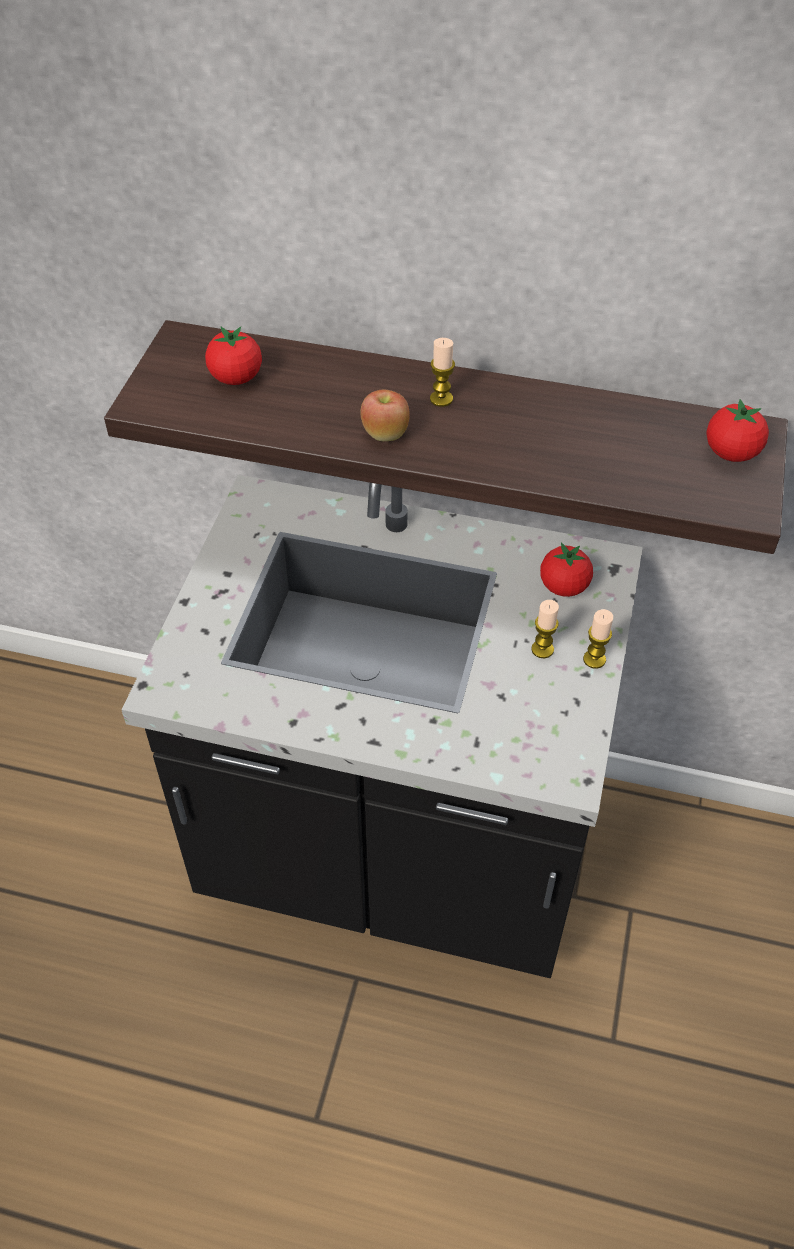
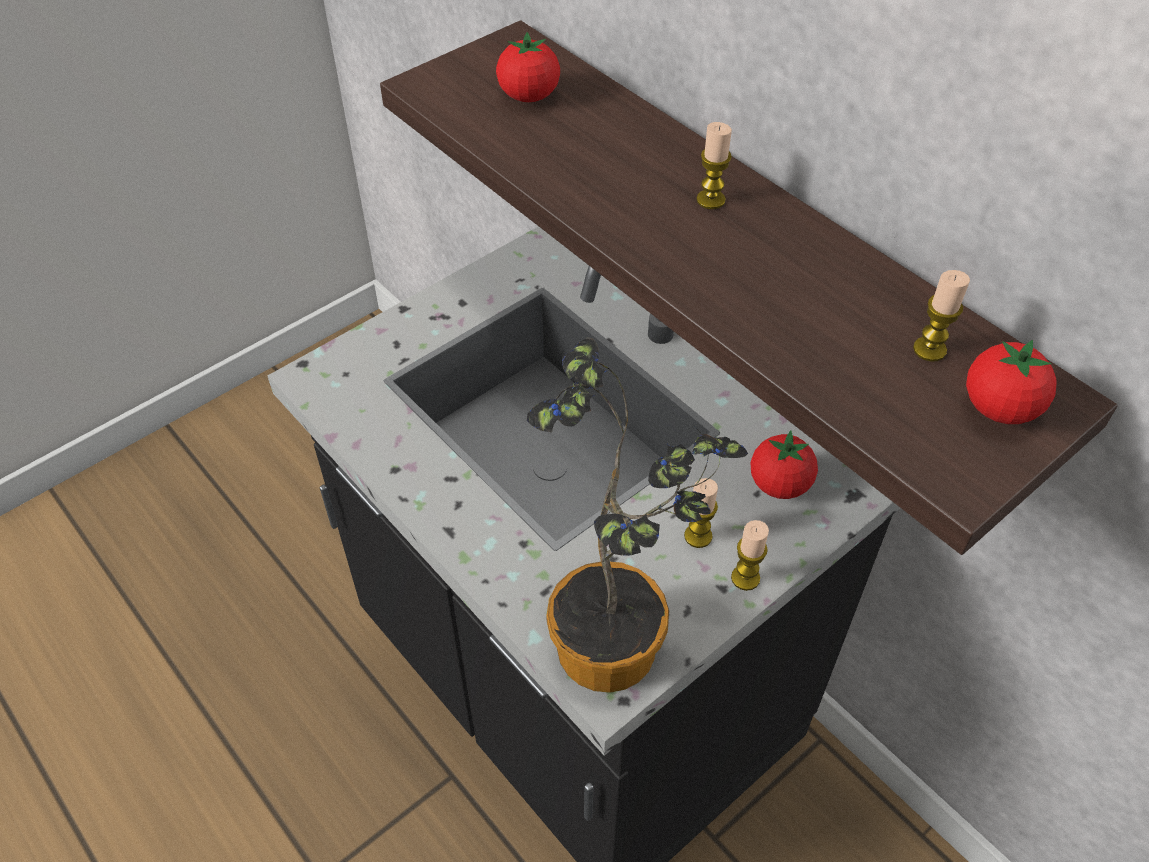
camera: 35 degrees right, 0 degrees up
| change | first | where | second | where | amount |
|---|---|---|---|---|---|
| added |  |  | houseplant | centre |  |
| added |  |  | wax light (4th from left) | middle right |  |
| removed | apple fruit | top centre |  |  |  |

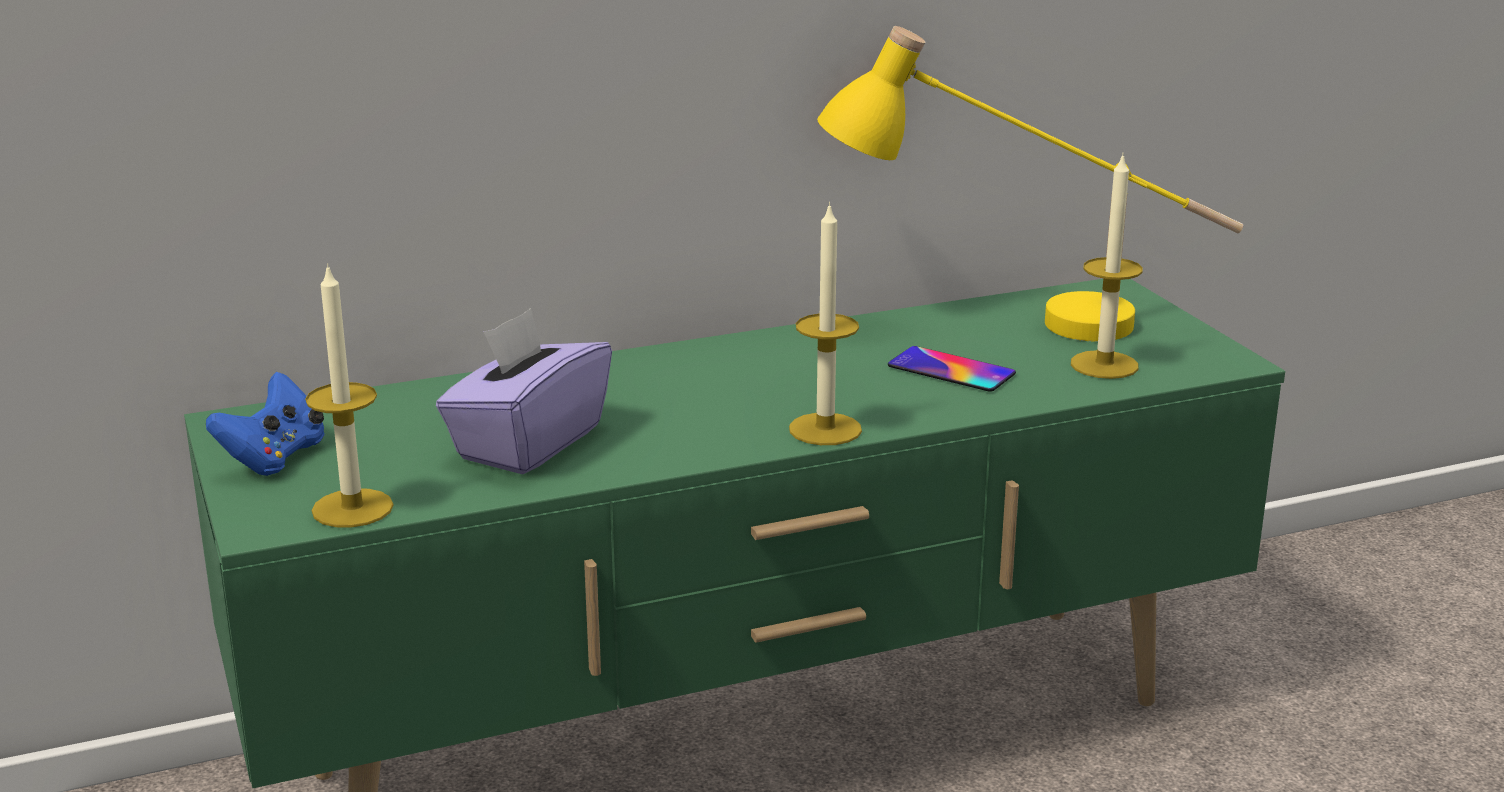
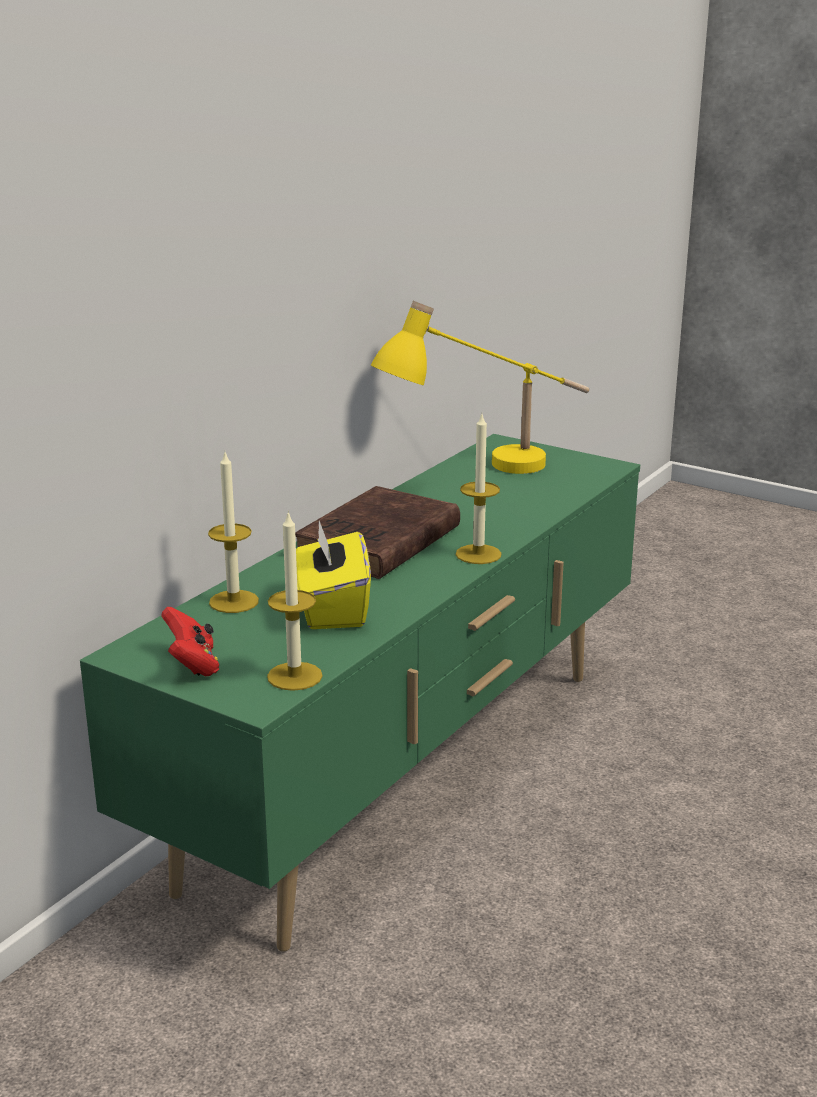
camera: 35 degrees left, 0 degrees up
| change | first | where | second | where | amount |
|---|---|---|---|---|---|
| recoloured | joypad (blue) | middle left | joypad (red) | middle left |  |
| moved | wax light (3rd from left in the first image) | middle right | wax light (1st from left) | middle left |  |
| added |  |  | bound book (brown-coloured) | centre |  |
| recoloured | box of tissues (purplish) | centre | box of tissues (yellow) | centre |  |
| removed | handset | centre |  |  |  |

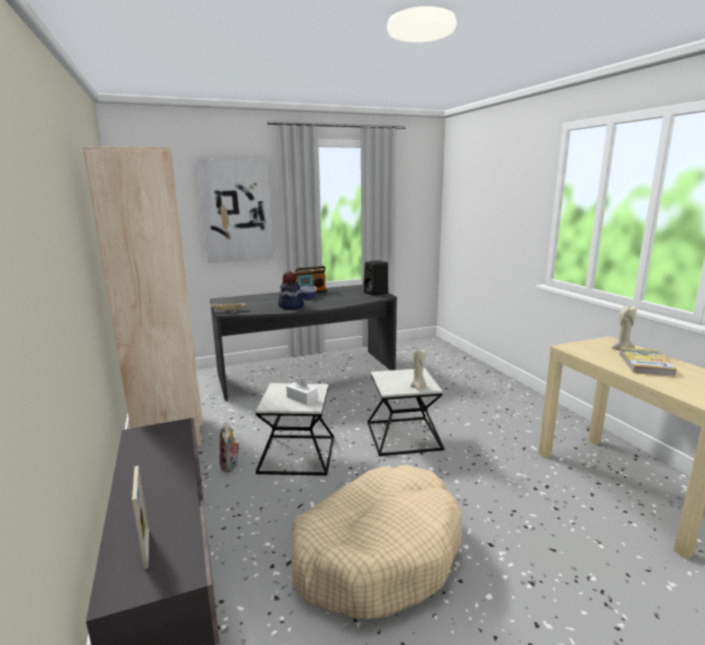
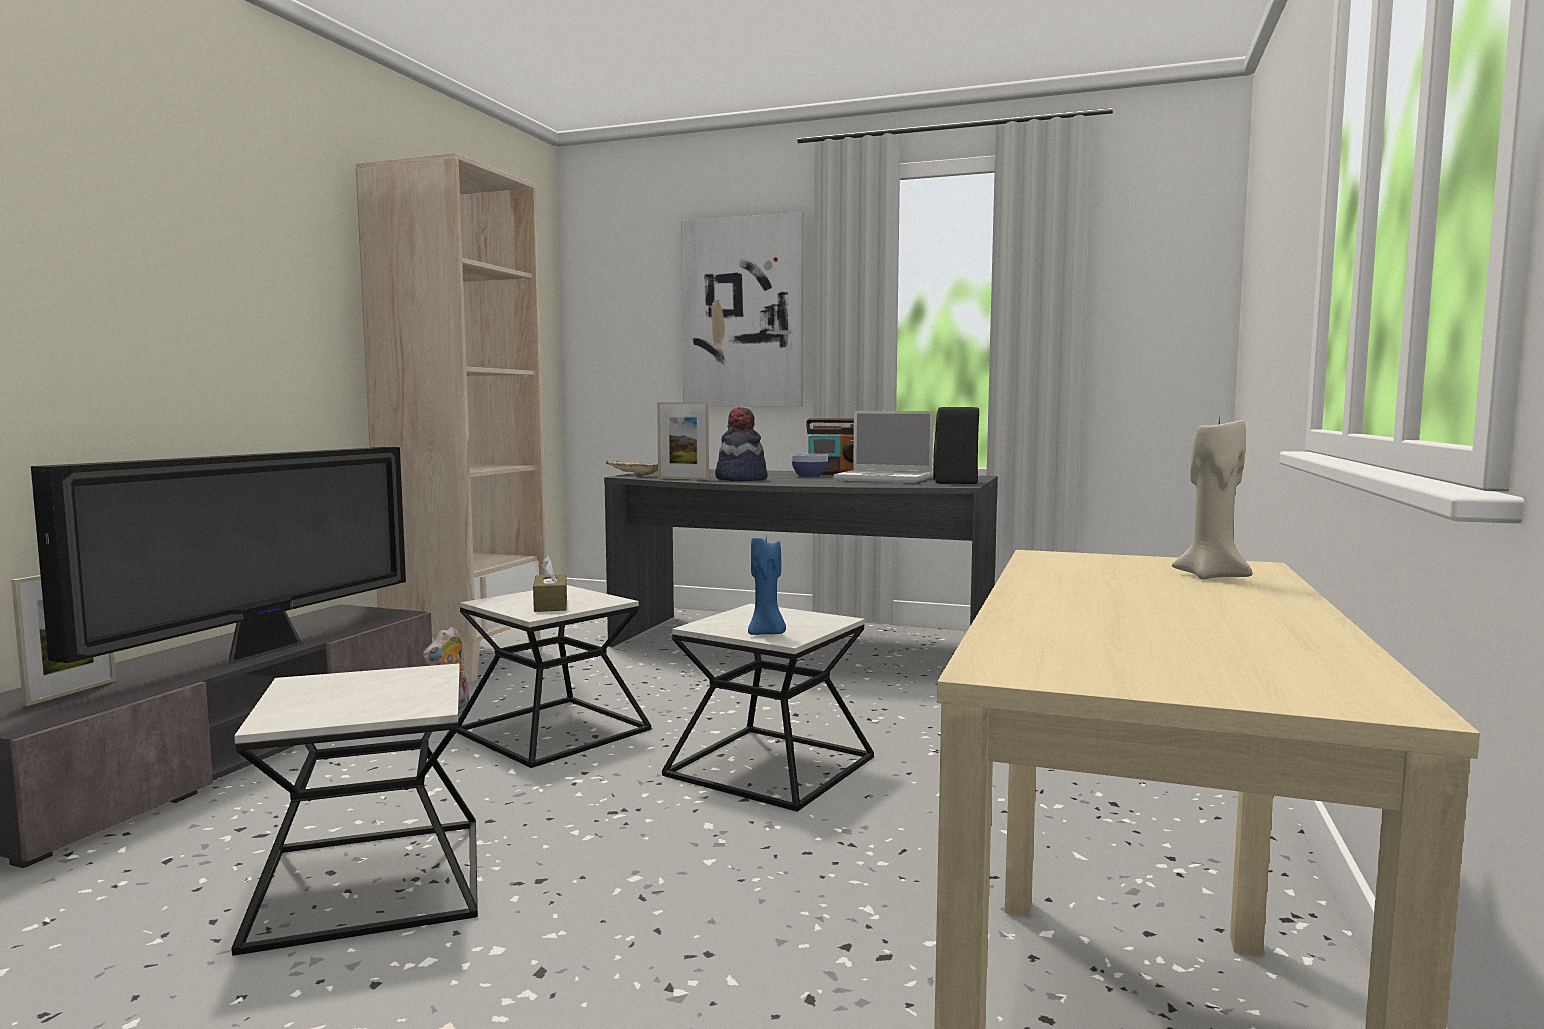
camera: 40 degrees right, 10 degrees down
| change | first | where | second | where | amount |
|---|---|---|---|---|---|
| added |  |  | TV | middle left |  |
| replaced | pet bed (beige-coloured) | bottom centre | side table (1st from left) | bottom left |  |
| recoloured | box of tissues (white) | centre | box of tissues (brown-coloured) | centre |  |
| added |  |  | picture frame (2nd from left) | centre |  |
| recoloured | wax light (beige-coloured) (1st from left) | centre | wax light (blue) | centre |  |
| added |  |  | portable computer | centre |  |
| removed | bound book | middle right |  |  |  |

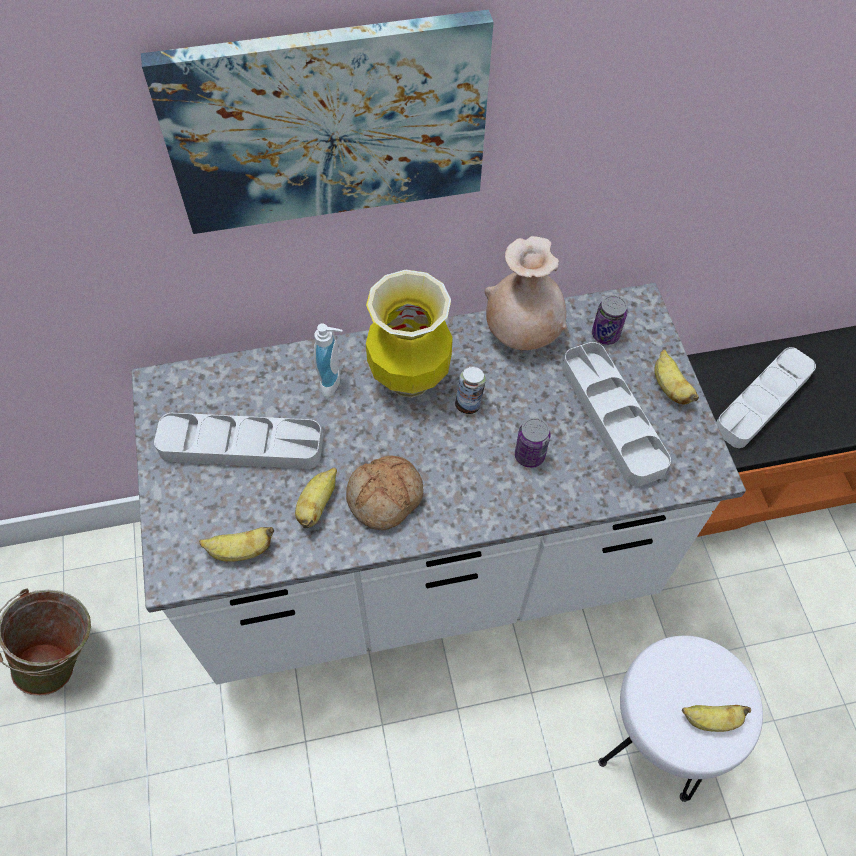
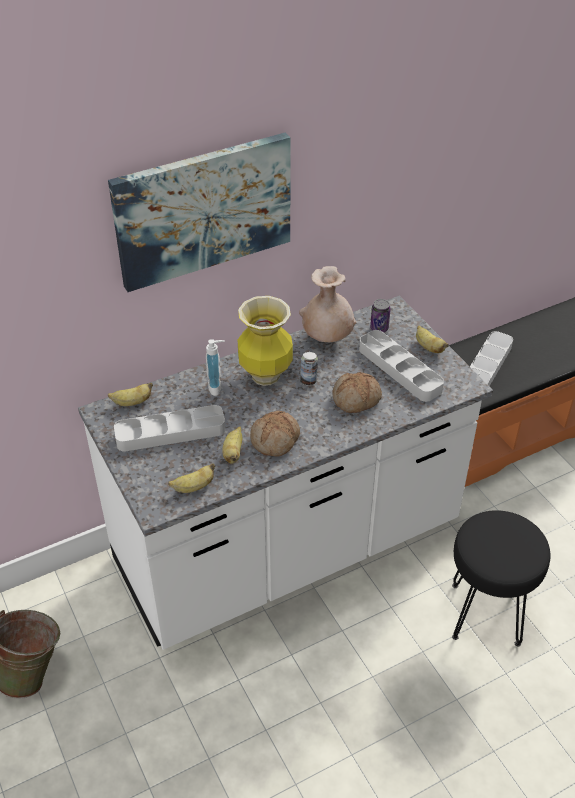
camera: 15 degrees left, 15 degrees down
| change | first | where | second | where | amount |
|---|---|---|---|---|---|
| moved | banana (4th from left in the first image) | bottom right | banana (1st from left) | middle left |  |
| replaced | can (2nd from left) | centre | baked bread (2nd from left) | centre |  |
| recoloured | sitting stool (white) | bottom right | sitting stool (blackish) | bottom right |  |

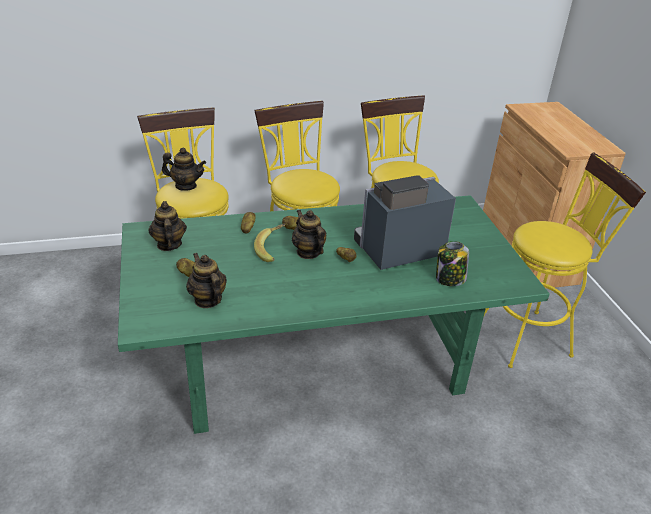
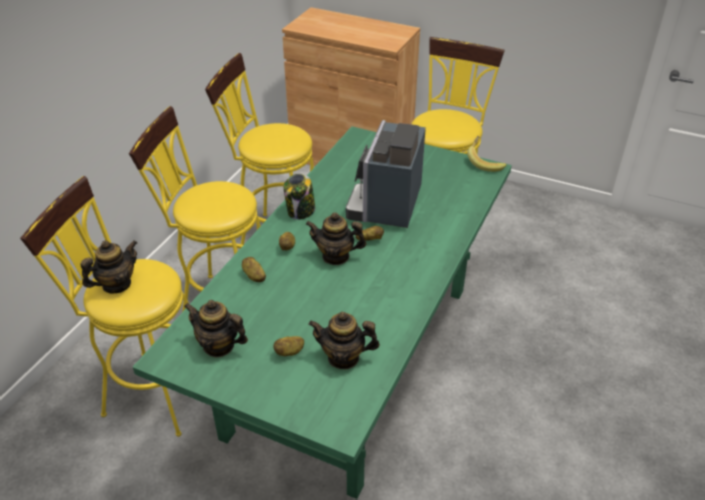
camera: 50 degrees left, 5 degrees up
| change | first | where | second | where | amount |
|---|---|---|---|---|---|
| moved | storage jar | middle right |  | centre |  |
| moved | banana | centre |  | top right |  |

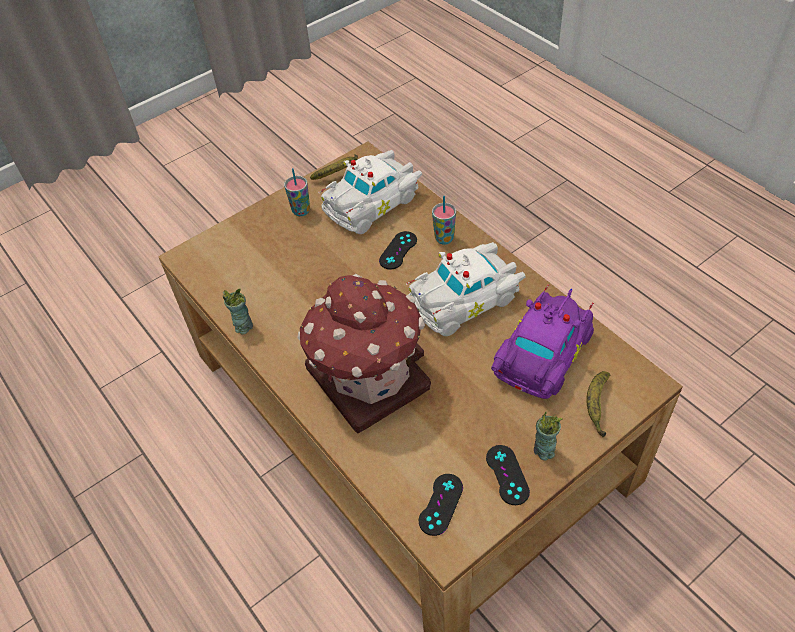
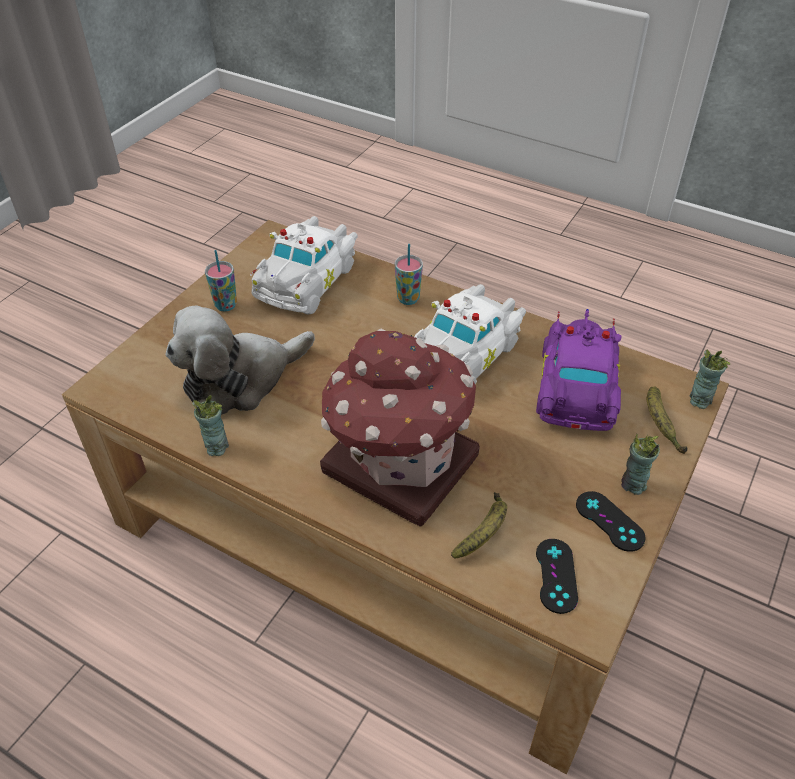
camera: 25 degrees left, 5 degrees down
| change | first | where | second | where | amount |
|---|---|---|---|---|---|
| added |  |  | cuddly toy | middle left |  |
| moved | banana (1st from left) | top centre |  | bottom centre |  |
| added |  |  | cup (5th from left) | middle right |  |
| removed | joypad (blackish) (1st from left) | centre |  |  |  |

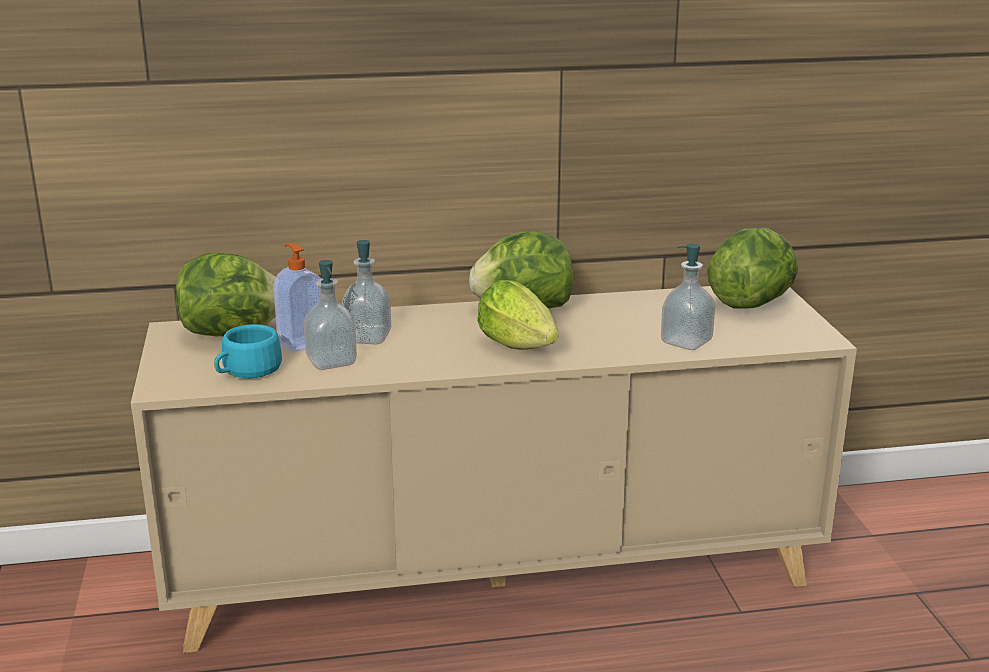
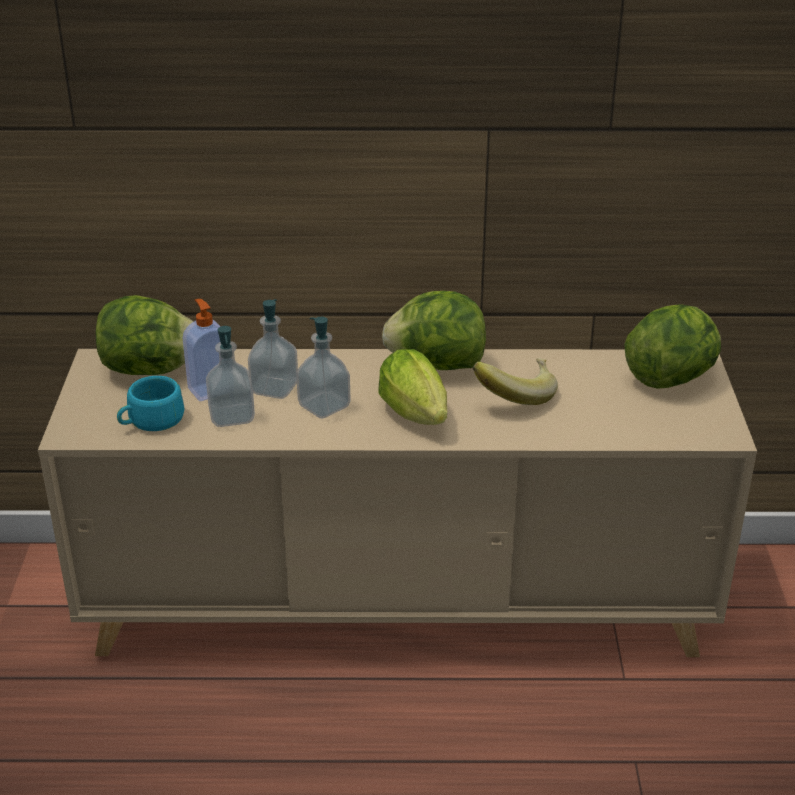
camera: 10 degrees right, 10 degrees up
| change | first | where | second | where | amount |
|---|---|---|---|---|---|
| moved | liquid soap bottle (4th from left) | middle right |  | centre |  |
| added |  |  | banana | centre |  |

